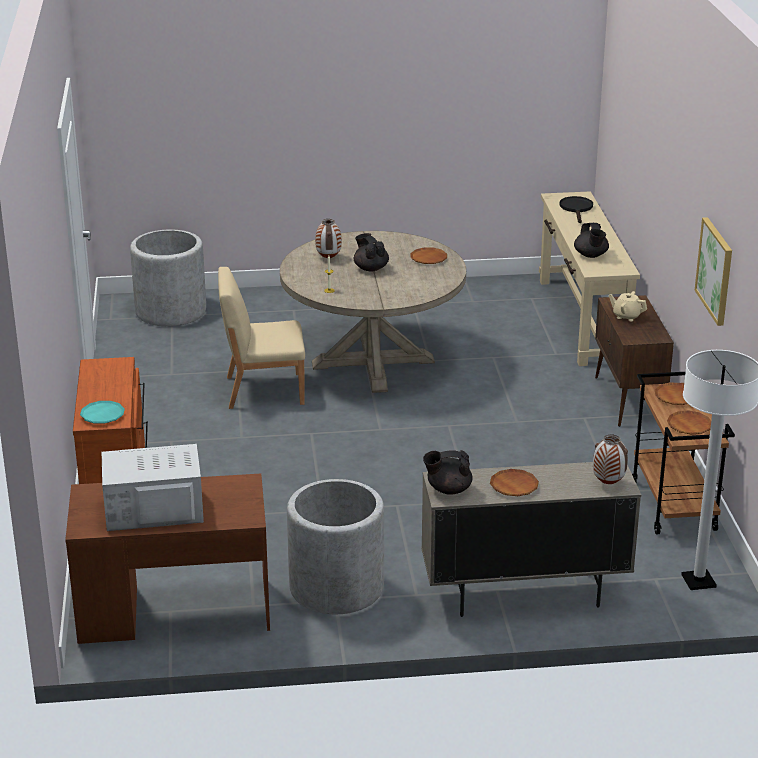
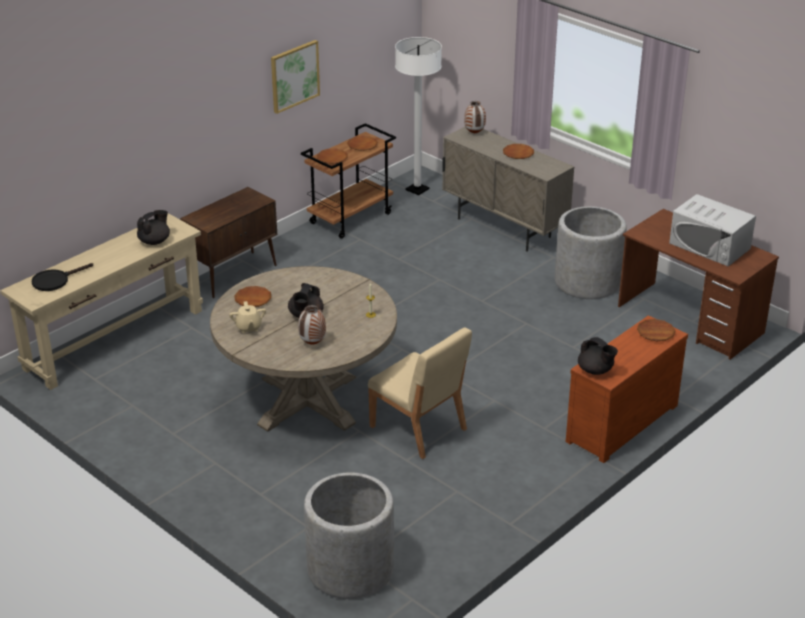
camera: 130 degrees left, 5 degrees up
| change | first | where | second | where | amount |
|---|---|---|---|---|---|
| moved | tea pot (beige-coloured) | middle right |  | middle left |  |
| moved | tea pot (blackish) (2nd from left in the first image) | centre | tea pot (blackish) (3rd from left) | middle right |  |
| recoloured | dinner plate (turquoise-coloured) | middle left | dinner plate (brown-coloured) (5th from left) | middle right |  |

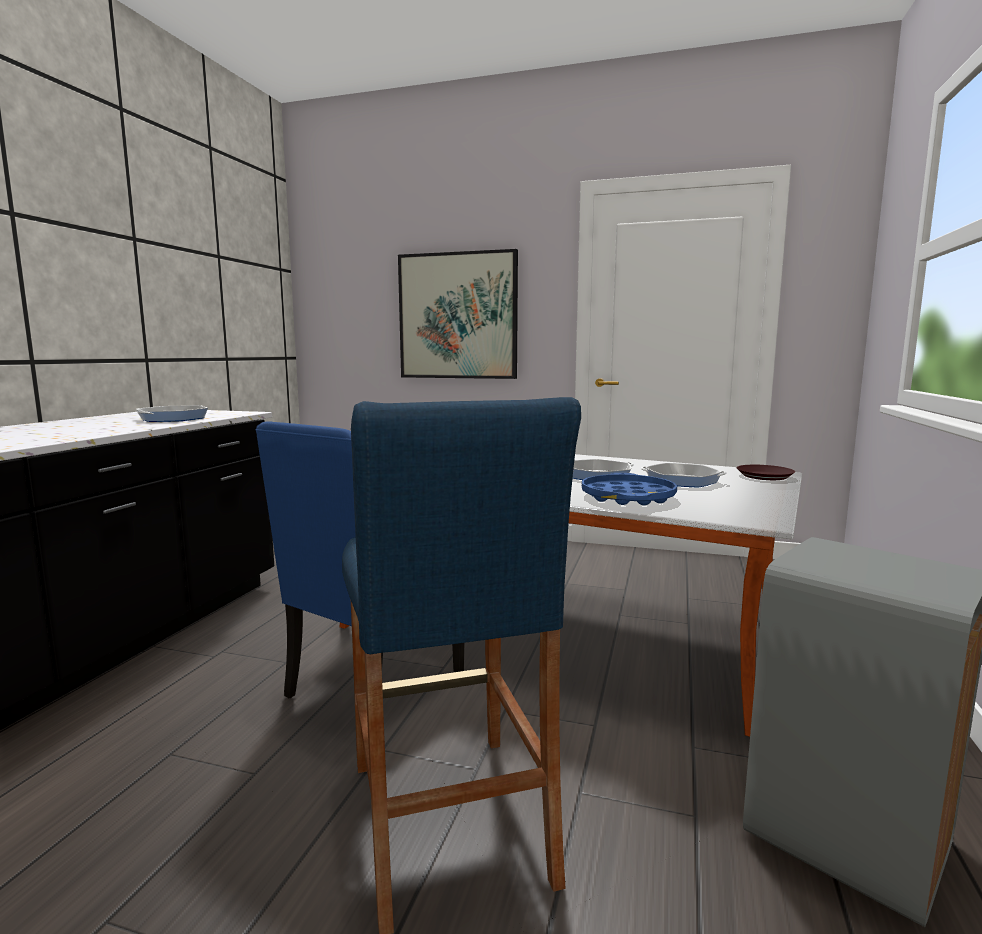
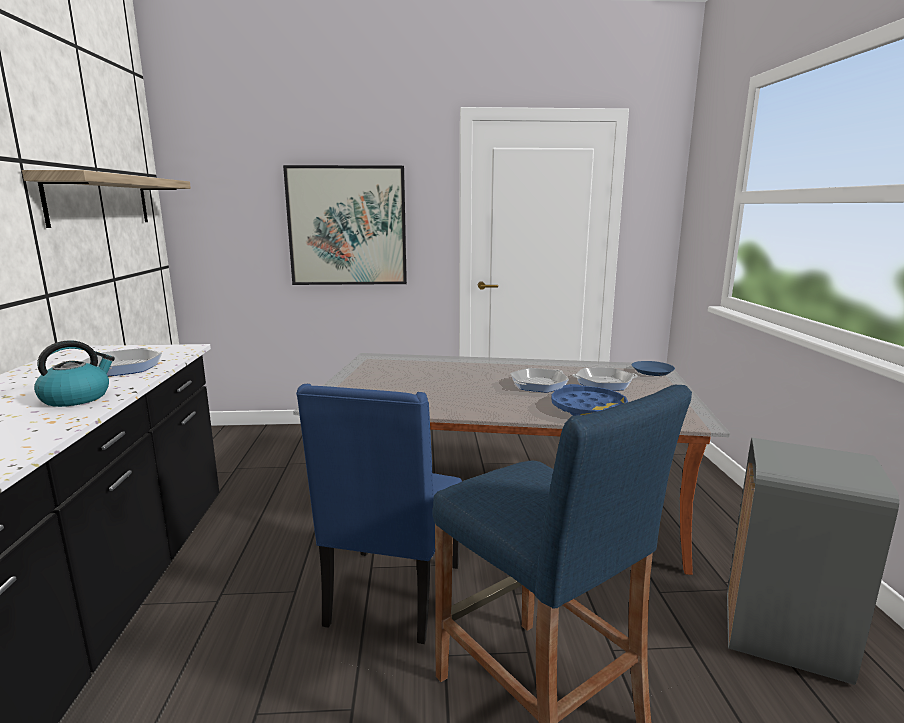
camera: 20 degrees left, 5 degrees up
| change | first | where | second | where | amount |
|---|---|---|---|---|---|
| added |  |  | wall shelf | top left |  |
| added |  |  | kettle | middle left |  |
| recoloured | dinner plate (brown-coloured) | middle right | dinner plate (blue) | middle right |  |

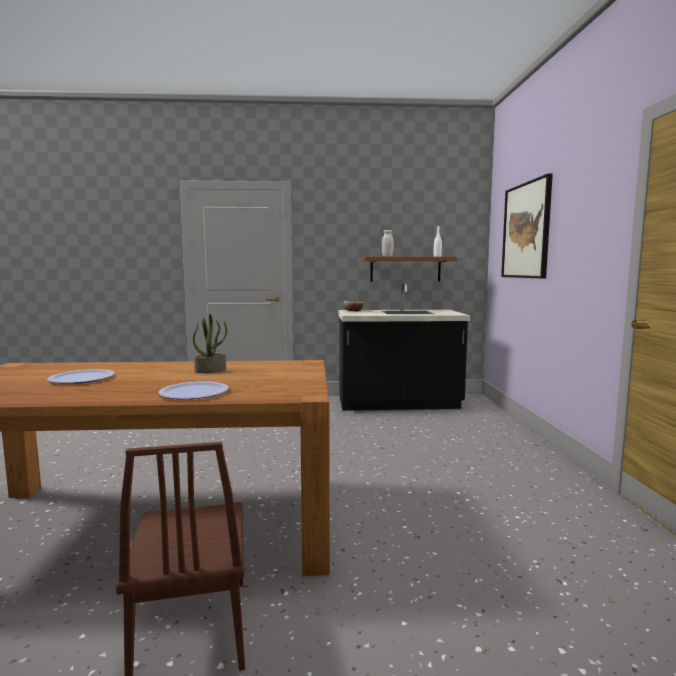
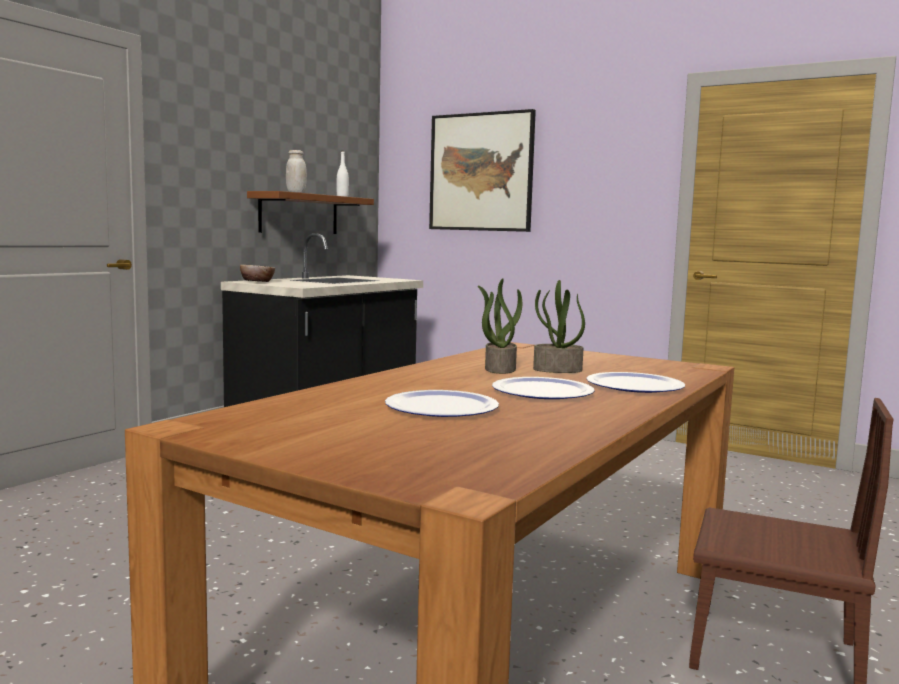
camera: 55 degrees left, 0 degrees up
| change | first | where | second | where | amount |
|---|---|---|---|---|---|
| added |  |  | dinner plate (2nd from left) | centre |  |
| added |  |  | houseplant (2nd from left) | centre |  |

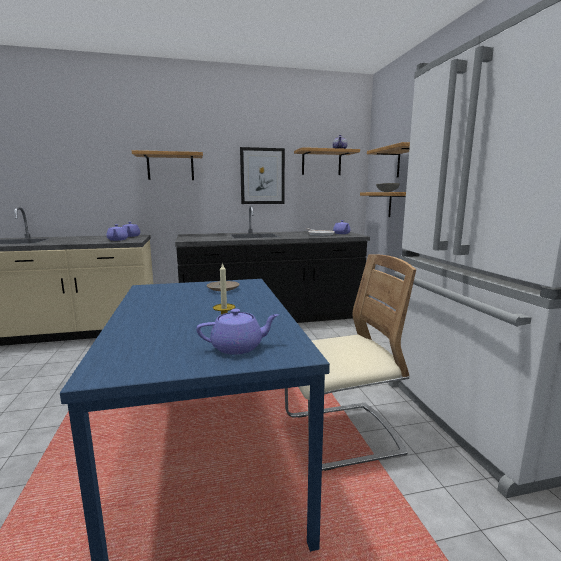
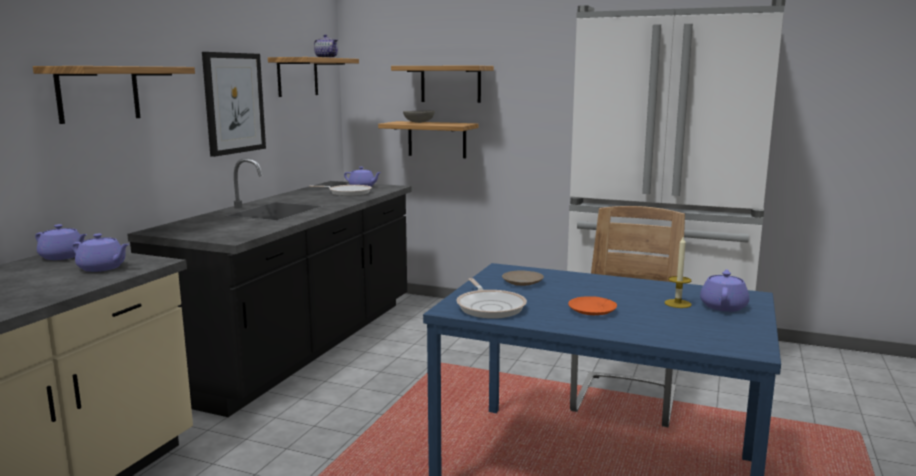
camera: 55 degrees left, 0 degrees up
| change | first | where | second | where | amount |
|---|---|---|---|---|---|
| added |  |  | frying pan (2nd from left) | centre |  |
| added |  |  | dinner plate (orangey) | centre |  |

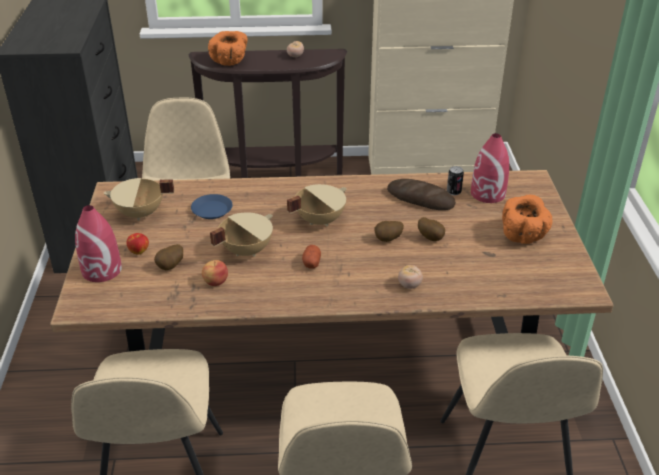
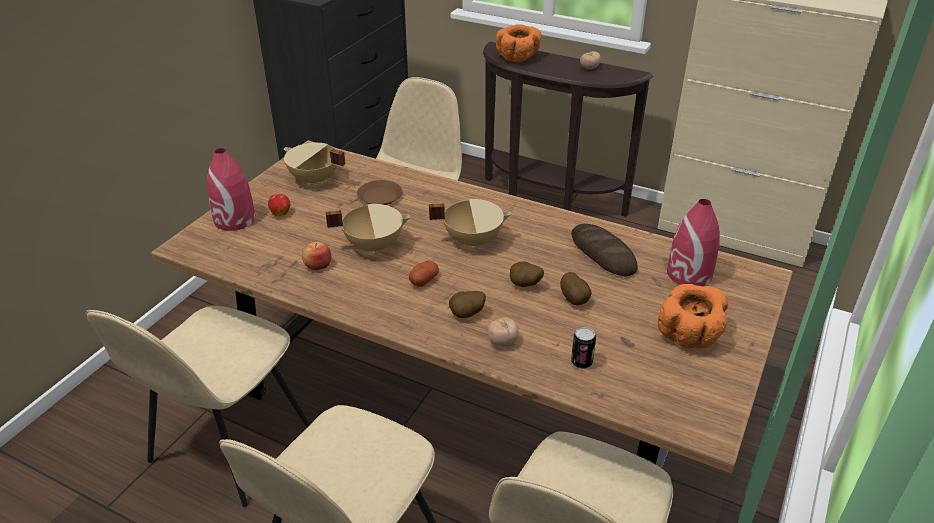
camera: 30 degrees right, 0 degrees up
| change | first | where | second | where | amount |
|---|---|---|---|---|---|
| recoloured | dinner plate (blue) | middle left | dinner plate (brown-coloured) | centre |  |
| moved | spud (1st from left in the first image) | middle left | spud (2nd from left) | centre |  |
| moved | can | middle right |  | centre |  |

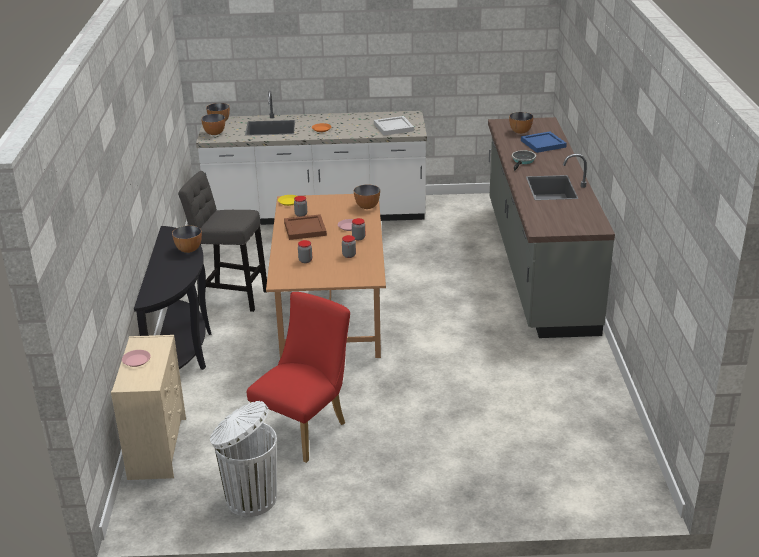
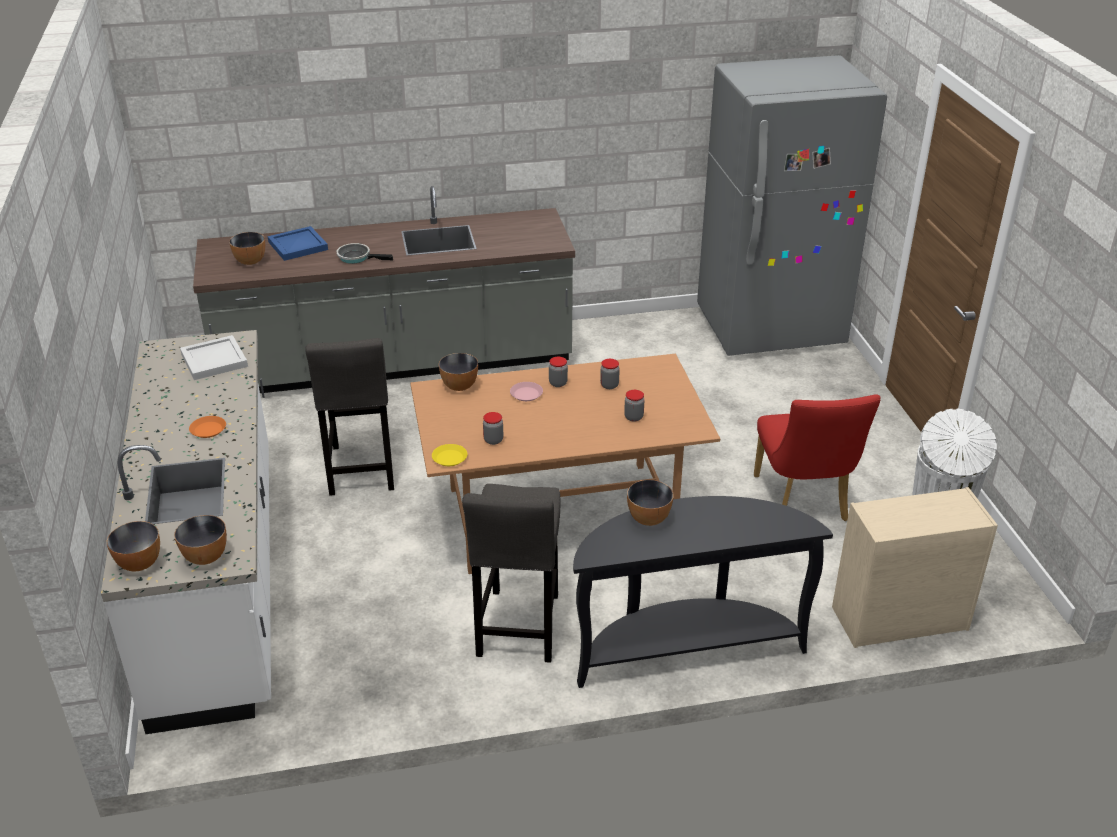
camera: 100 degrees left, 5 degrees up
| change | first | where | second | where | amount |
|---|---|---|---|---|---|
| added |  |  | sitting stool (greyish) (1st from left) | middle left |  |
| added |  |  | kitchen fridge (greyish) | top right |  |
| turned | plain chair (red) | bottom centre |  | middle right | 120 degrees counterclockwise |
| removed | dinner plate (pink-coloured) (1st from left) | middle left |  |  |  |
| removed | carrying tray (brown-coloured) | centre |  |  |  |

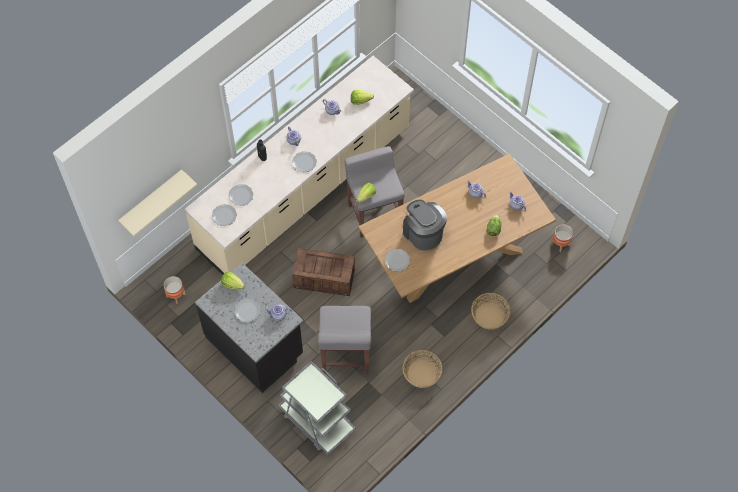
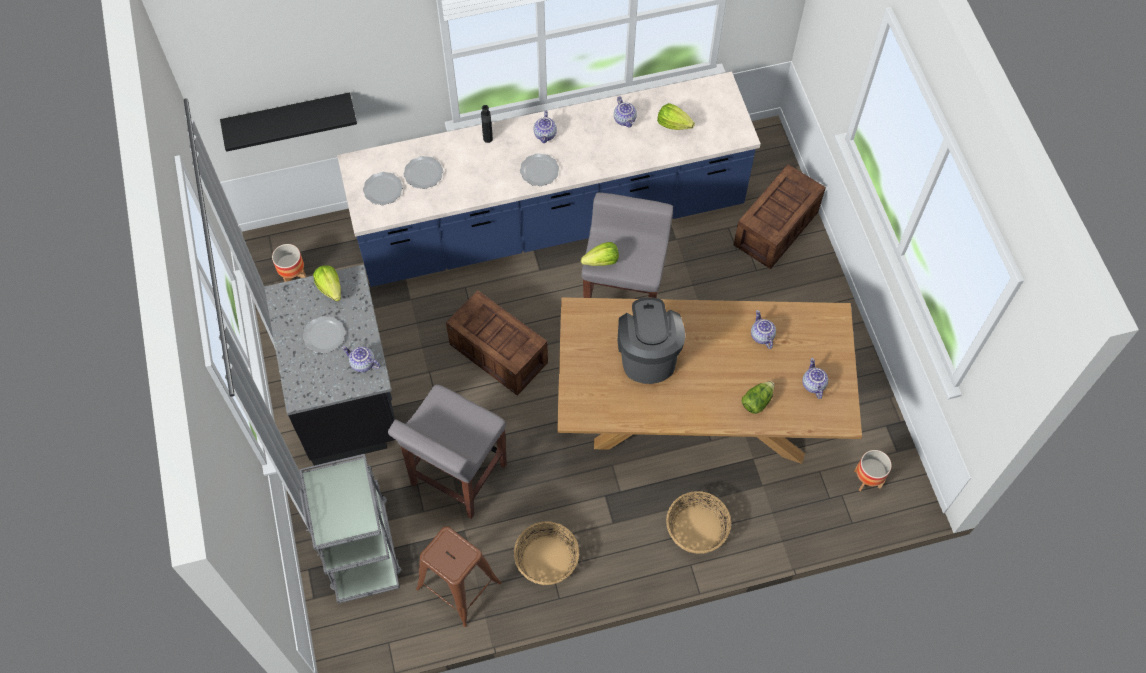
camera: 30 degrees right, 0 degrees up
| change | first | where | second | where | amount |
|---|---|---|---|---|---|
| recoloured | wall shelf (beige-coloured) | middle left | wall shelf (blackish) | top left |  |
| recoloured | counter (beige-coloured) | centre | counter (blue) | top centre |  |
| added |  |  | sitting stool (brown-coloured) | bottom centre |  |
| added |  |  | crate (2nd from left) | top right |  |
| removed | dinner plate (5th from left) | centre |  |  |  |

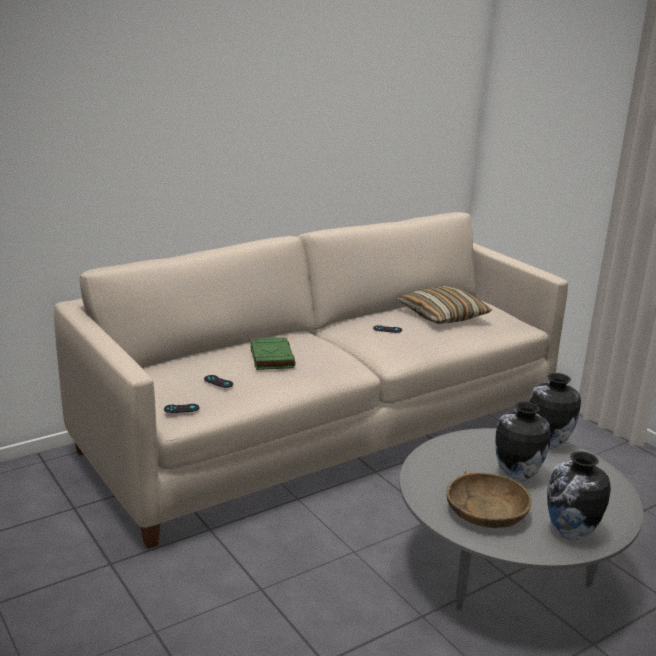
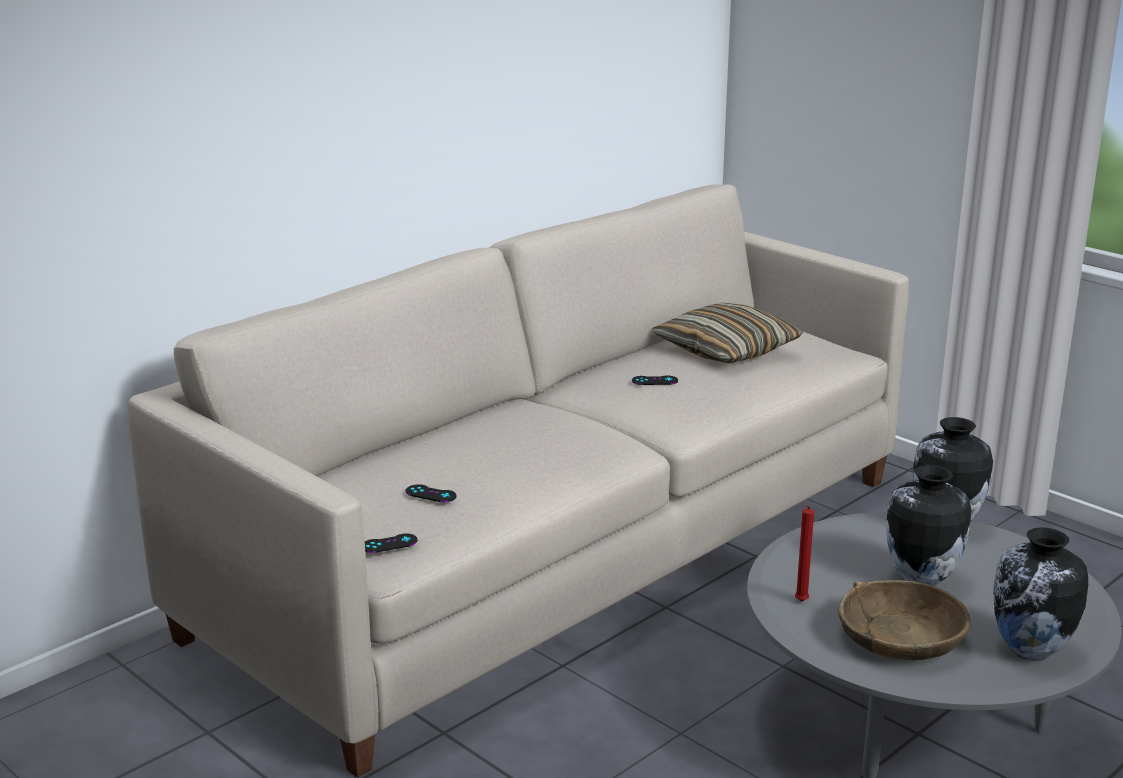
camera: 10 degrees left, 0 degrees up
| change | first | where | second | where | amount |
|---|---|---|---|---|---|
| added |  |  | wax light (red) | bottom right |  |
| removed | bound book (green) | centre |  |  |  |

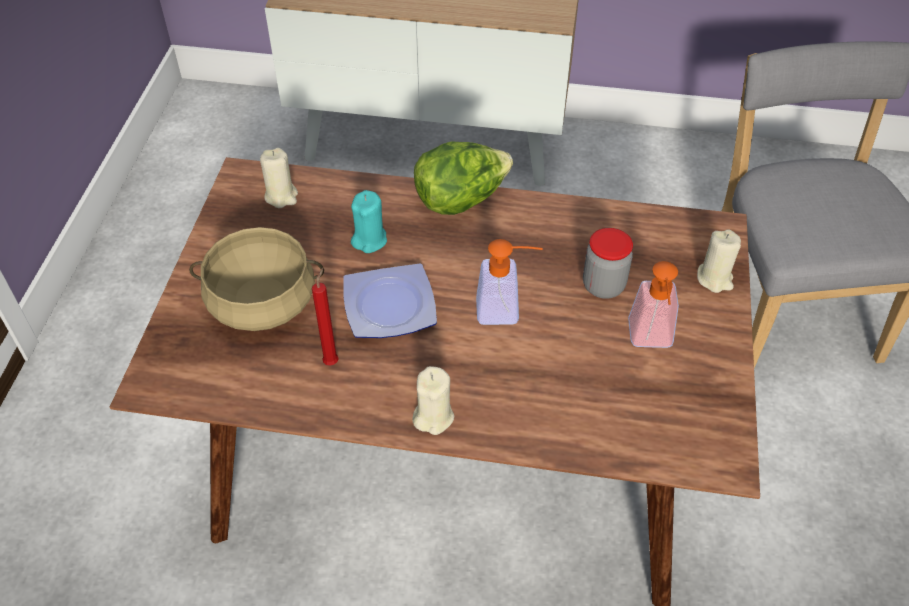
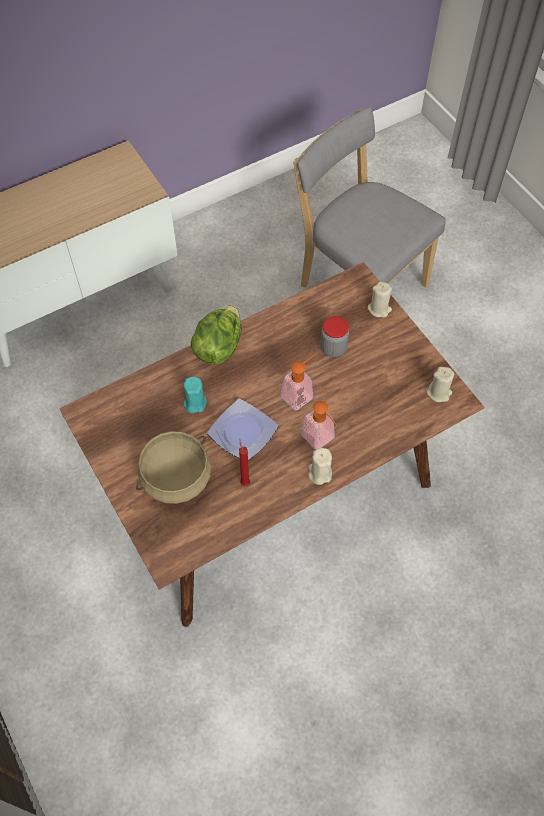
camera: 40 degrees left, 10 degrees up
| change | first | where | second | where | amount |
|---|---|---|---|---|---|
| moved | liquid soap bottle (2nd from left) | middle right |  | centre |  |
| moved | wax light (beige-coloured) (1st from left in the first image) | top left | wax light (beige-coloured) (3rd from left) | middle right |  |

